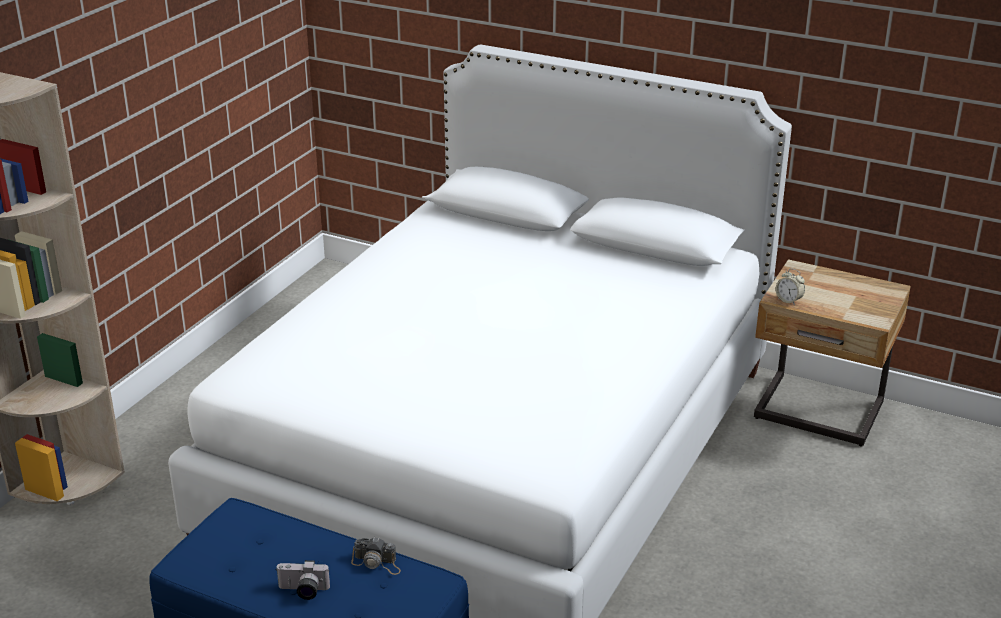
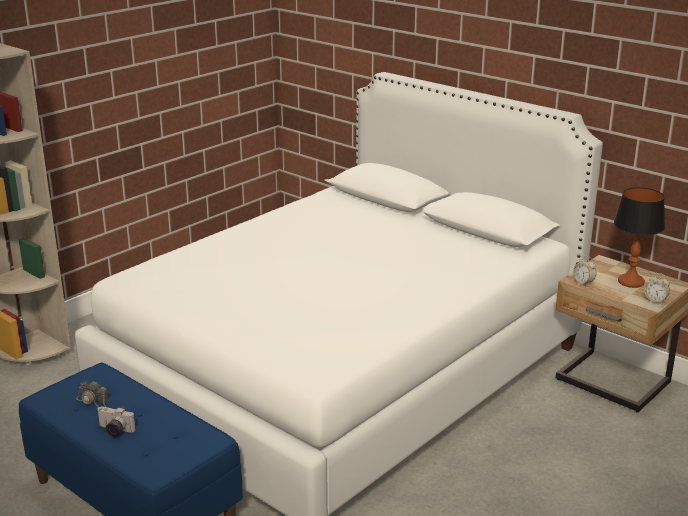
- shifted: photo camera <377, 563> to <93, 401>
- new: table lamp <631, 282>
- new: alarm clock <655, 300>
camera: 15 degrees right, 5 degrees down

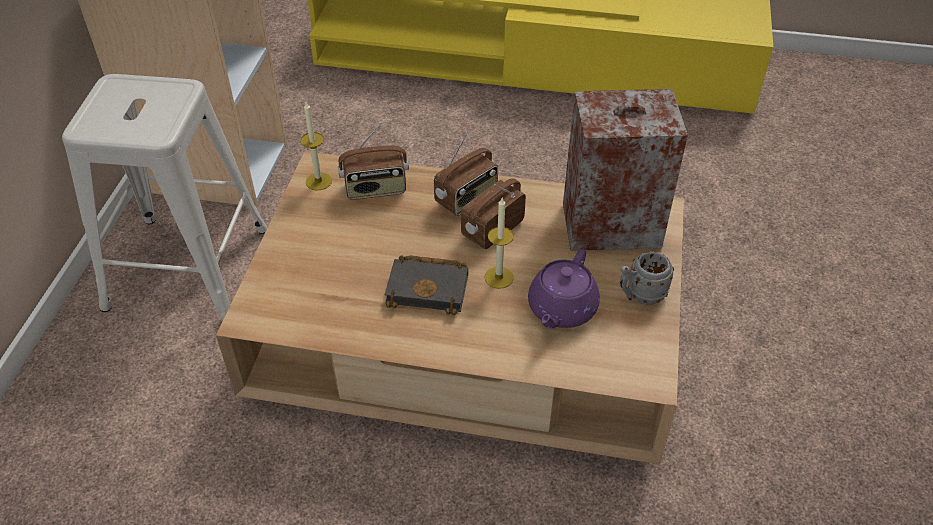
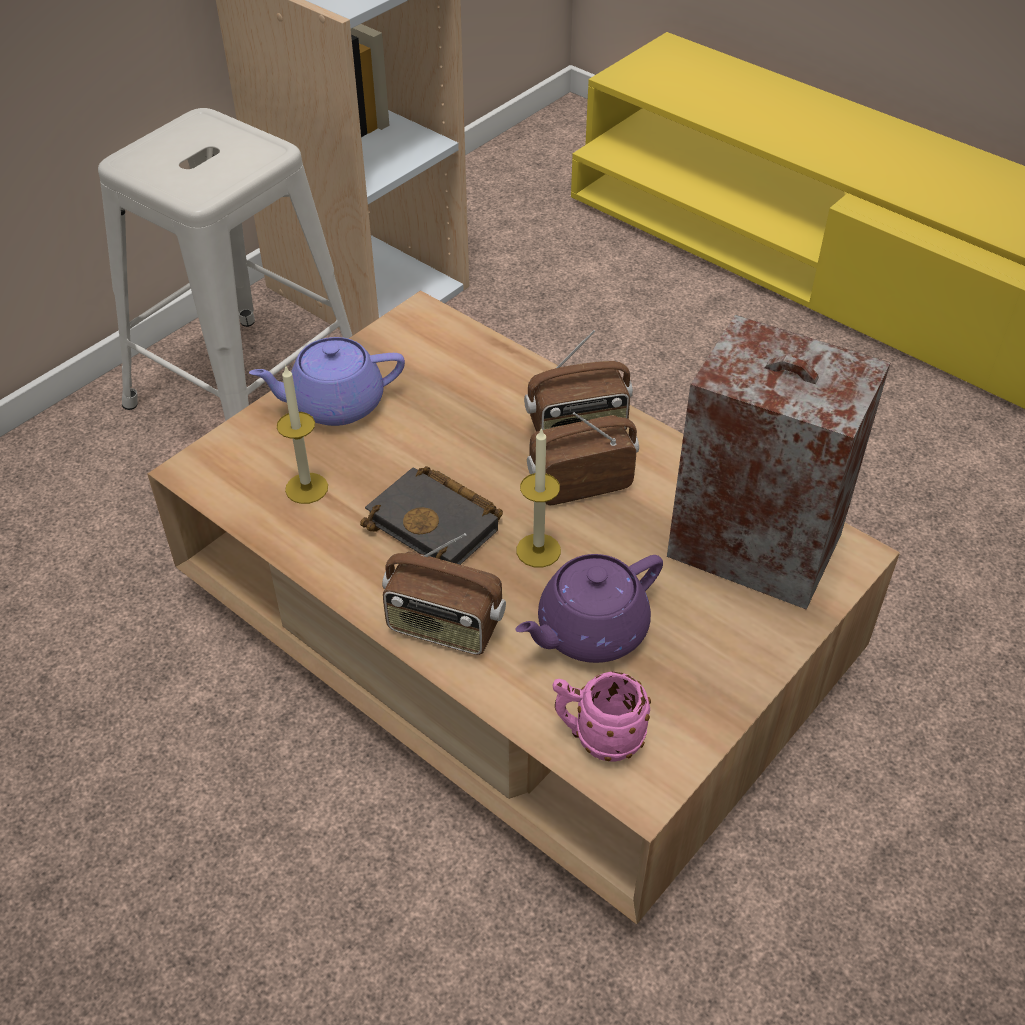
- new: purple teapot <334, 404>
- shifted: candle <318, 181> to <306, 488>
- shifted: radio <375, 189> to <444, 627>
- new: pink mug <597, 737>
- gone: grey mug <640, 295>
camera: 30 degrees right, 0 degrees up

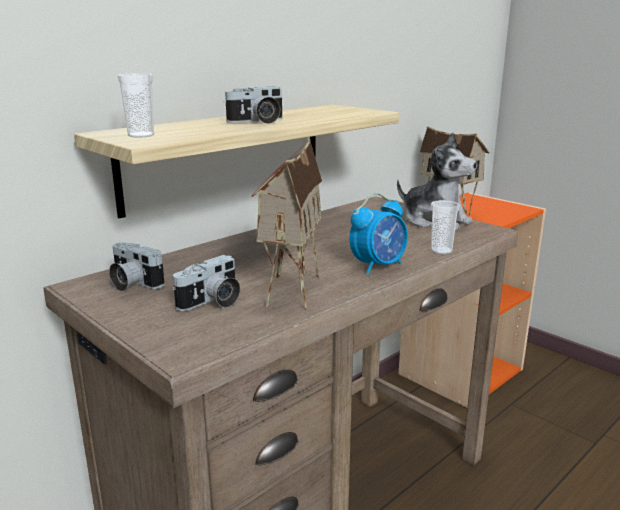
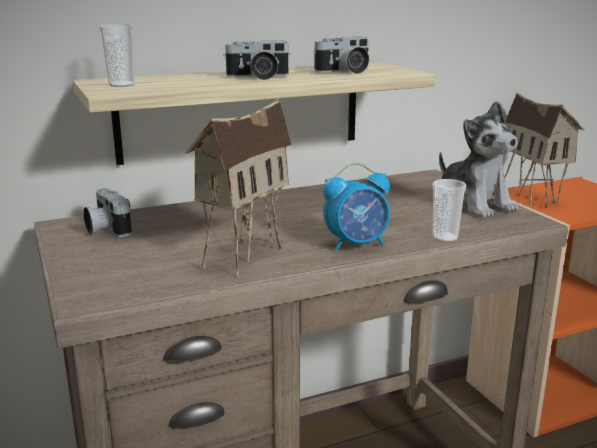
- shifted: photo camera <212, 302> to <345, 72>
camera: 20 degrees right, 0 degrees up

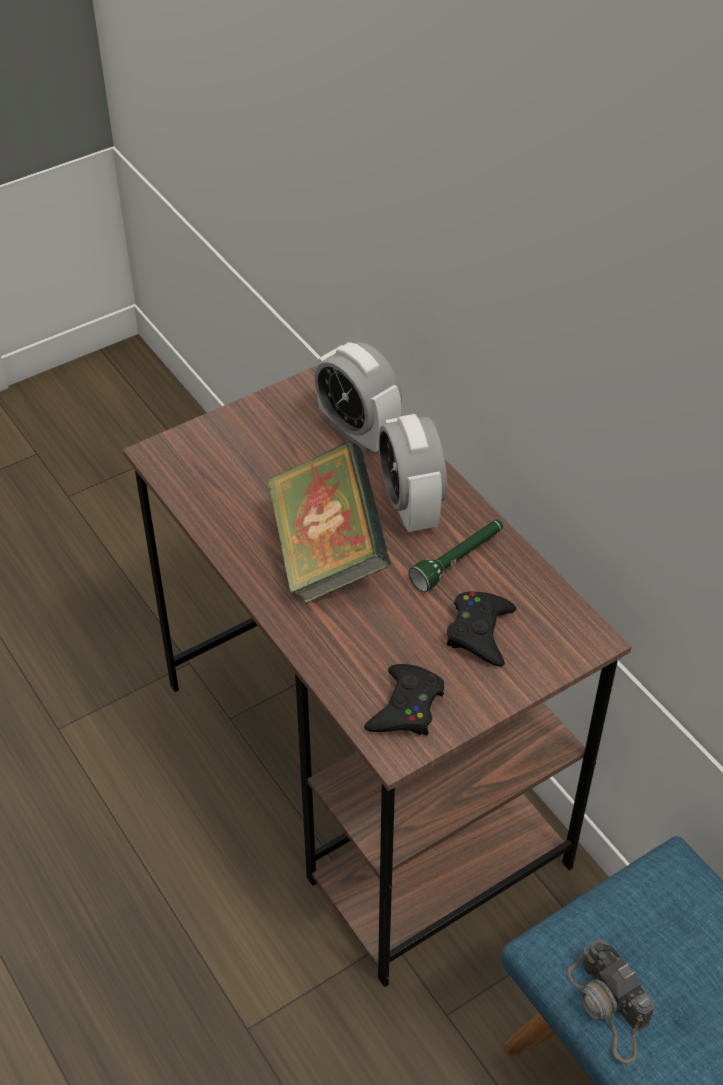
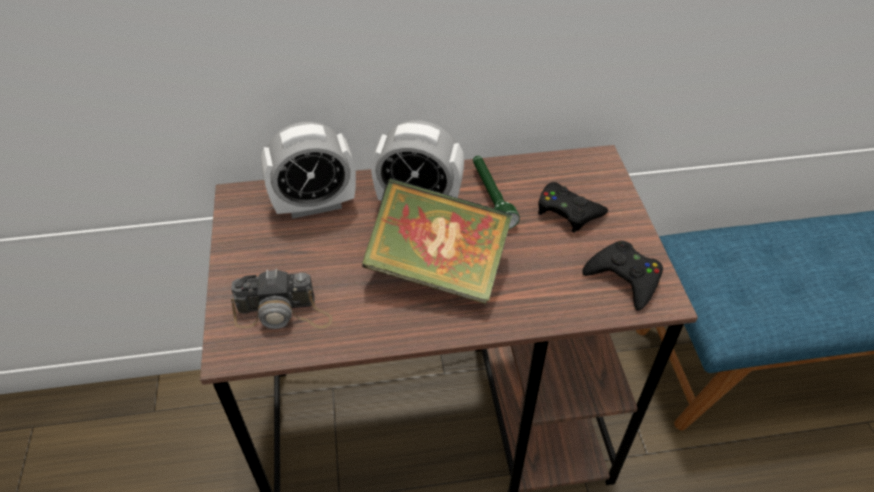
- shifted: photo camera <609, 1007> to <283, 313>
camera: 65 degrees left, 0 degrees up

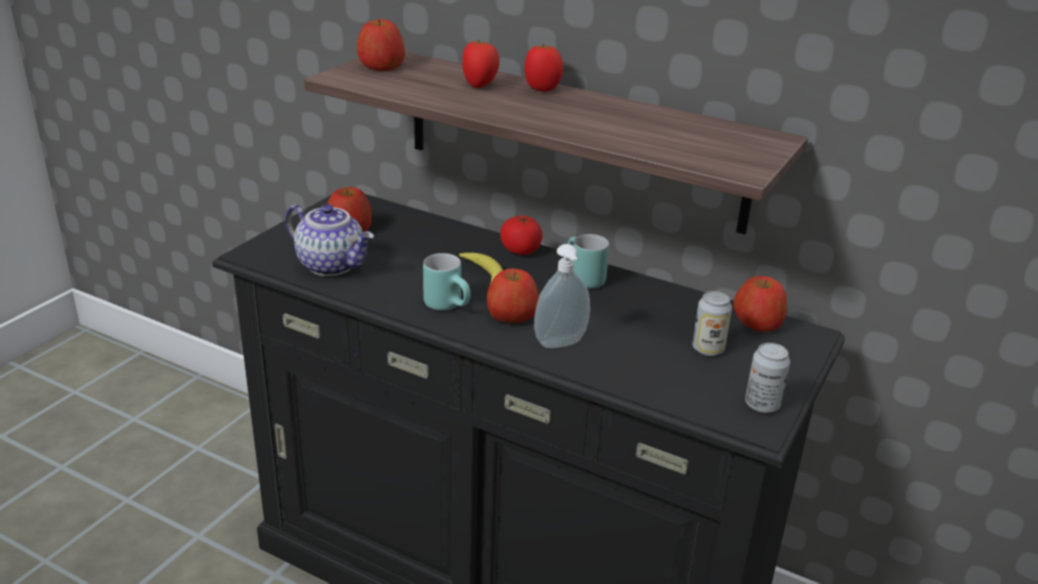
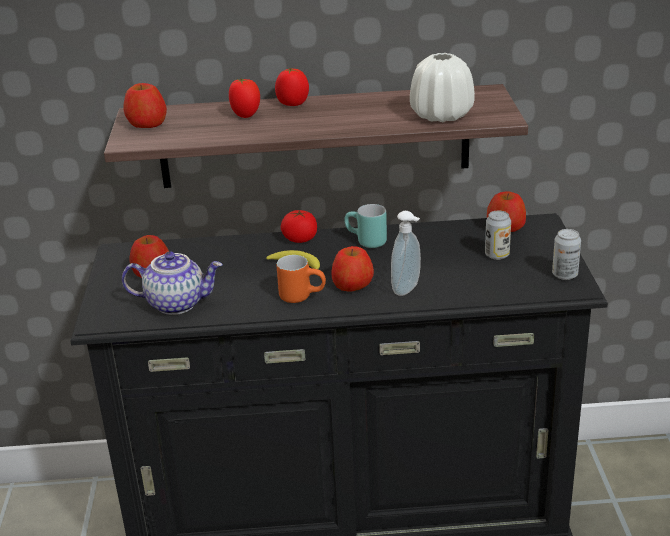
- repainted: turquoise mug <450, 306> to orange mug <302, 296>
- new: white vase <441, 115>
camera: 30 degrees left, 0 degrees up

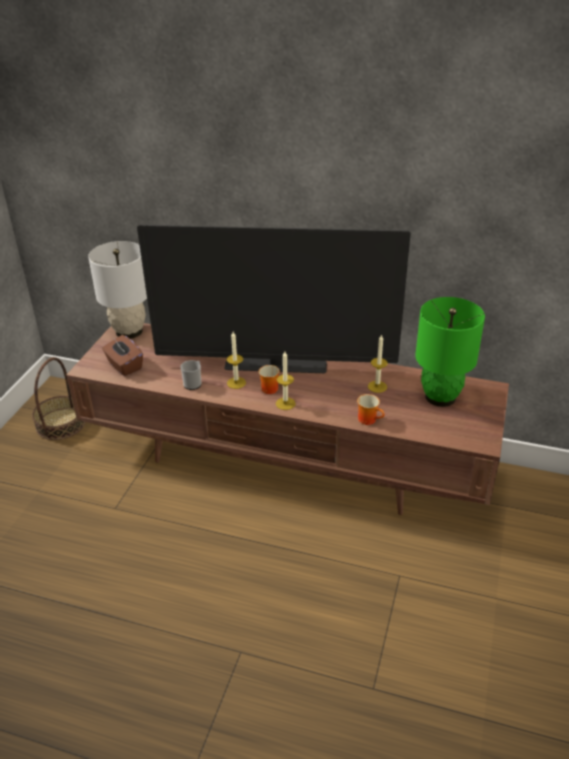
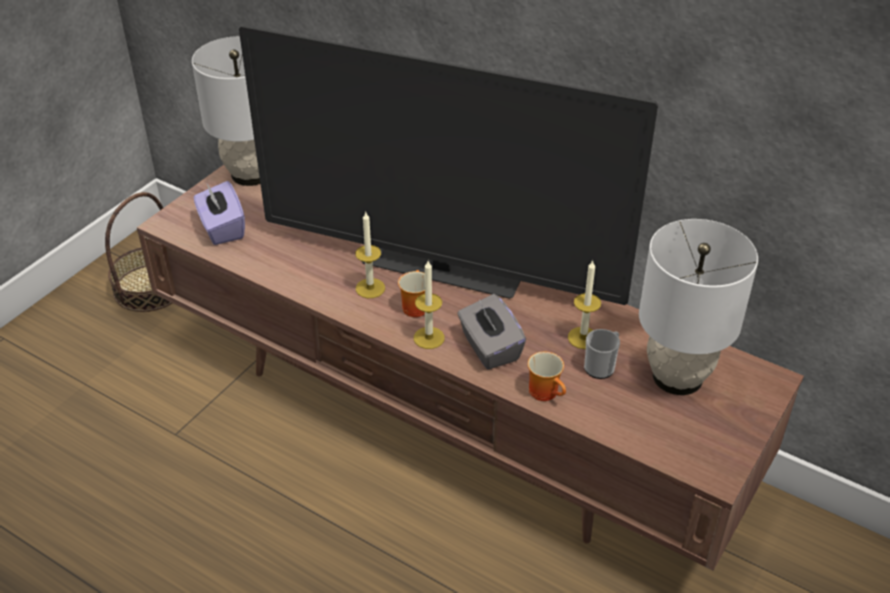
- repainted: brown tissue box <124, 365> to purple tissue box <222, 228>
- new: grey tissue box <489, 348>
- shifted: mug <193, 383> to <601, 366>
- repainted: green table lamp <440, 397> to white table lamp <678, 377>
camera: 15 degrees right, 5 degrees up

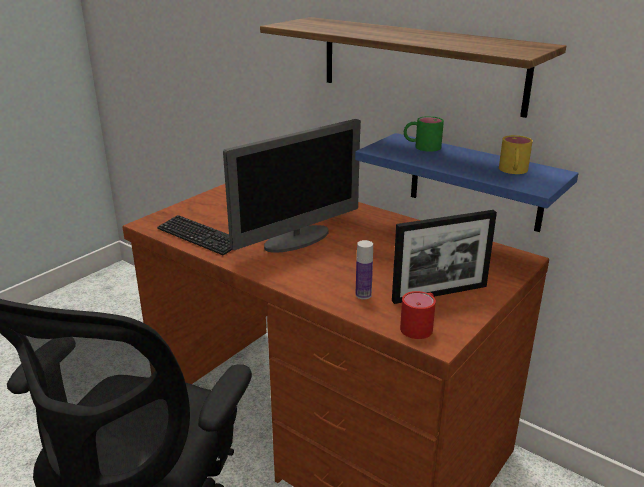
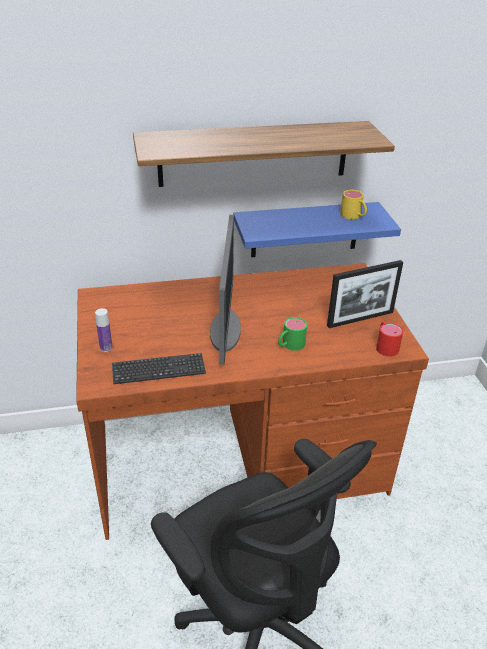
- shifted: bottle <363, 295> to <106, 348>
- shifted: green mug <421, 146> to <289, 345>
- rotated: picture frame <440, 293> = <360, 319> 45 degrees clockwise
camera: 50 degrees left, 10 degrees up

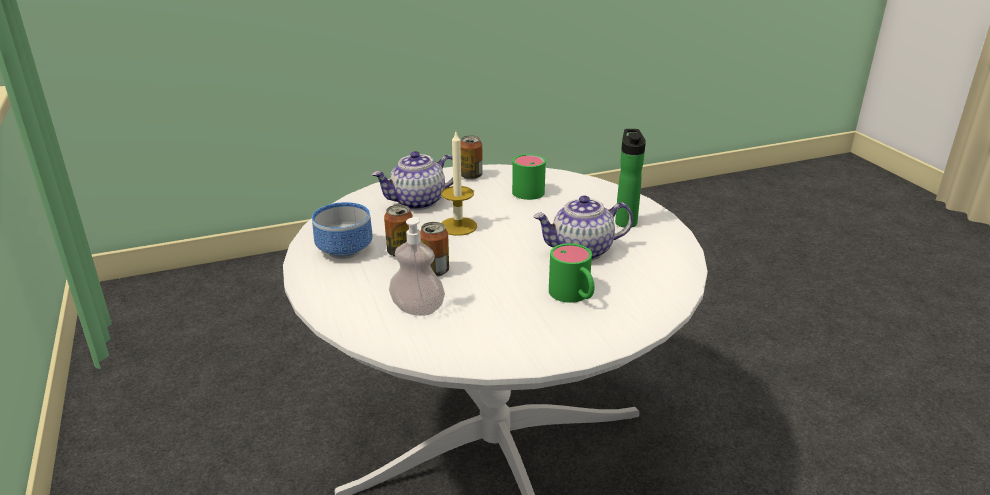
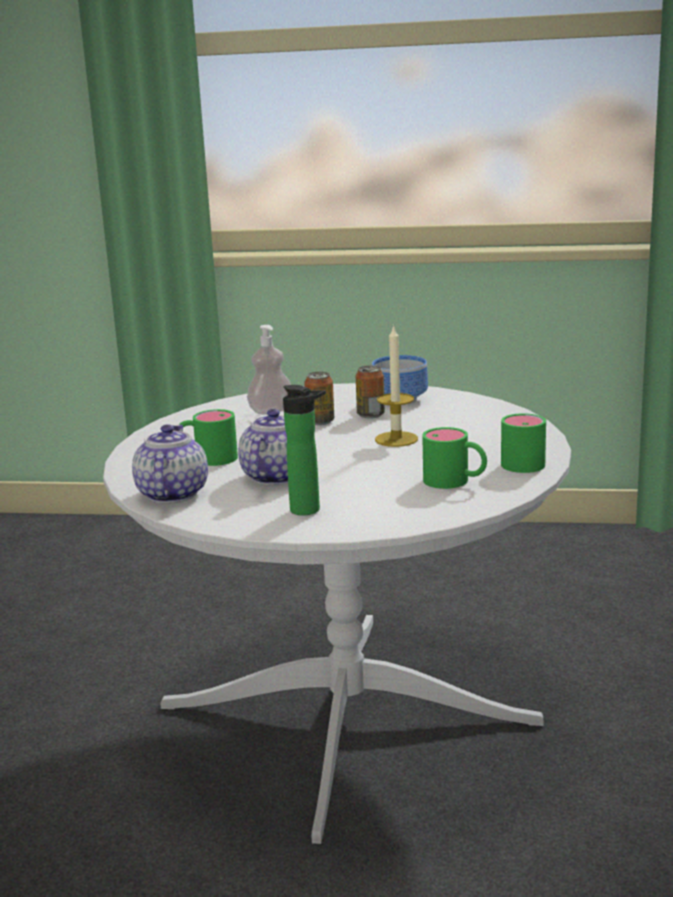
- shifted: teapot <418, 202> to <171, 494>
- swapped: can <471, 176> to green mug <526, 461>
camera: 120 degrees right, 10 degrees down

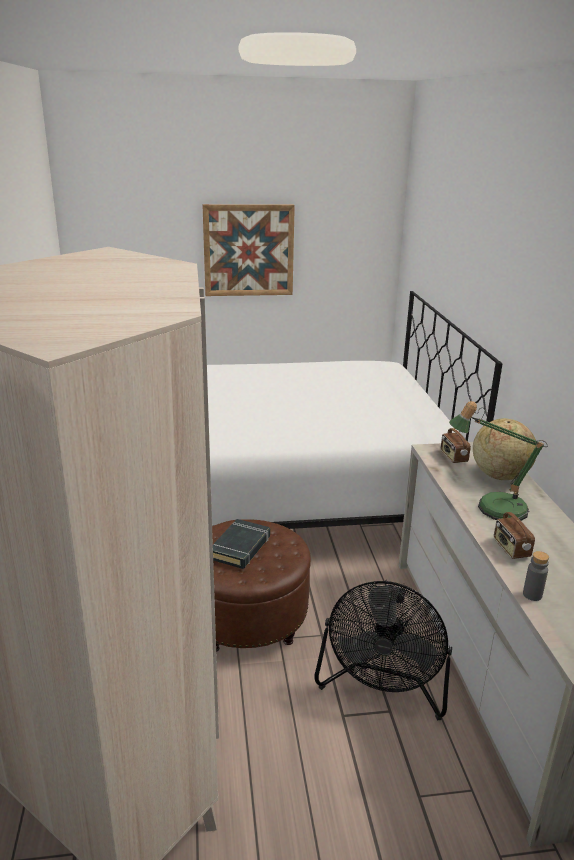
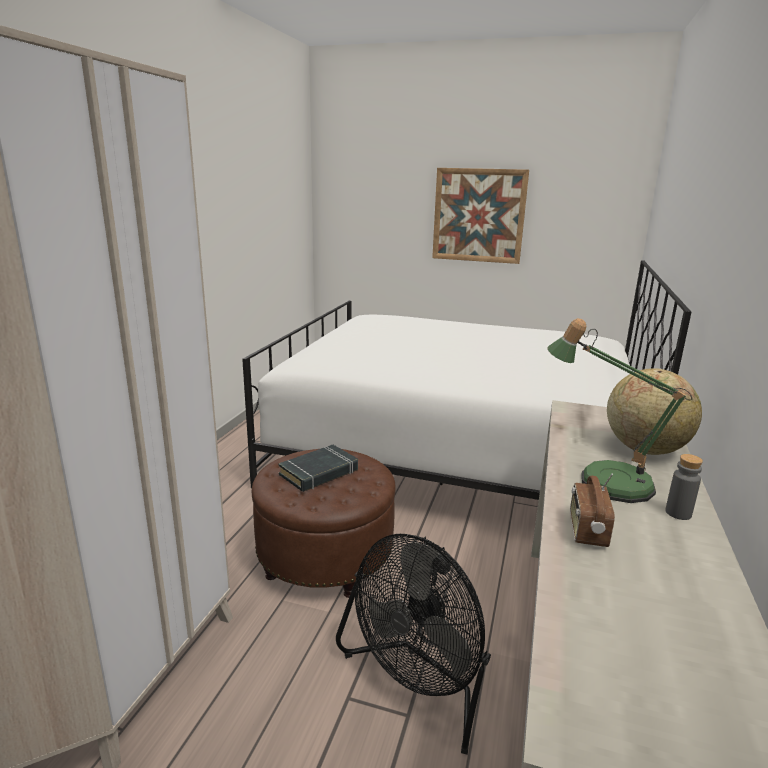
- shifted: grey bottle <532, 595> to <678, 513>
- gone: radio <453, 457>
camera: 25 degrees right, 5 degrees down

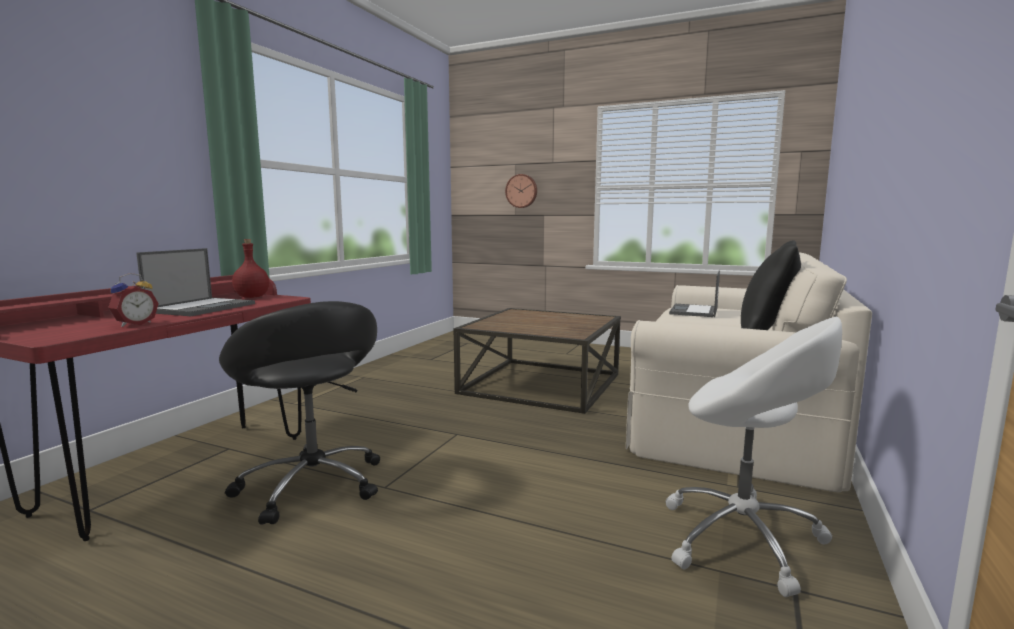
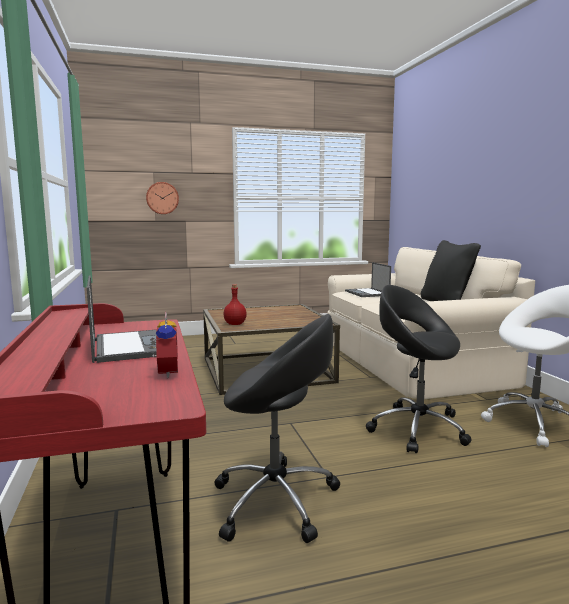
- shifted: red bottle <253, 297> to <235, 324>
- new: black office chair <416, 428>
camera: 40 degrees left, 0 degrees up

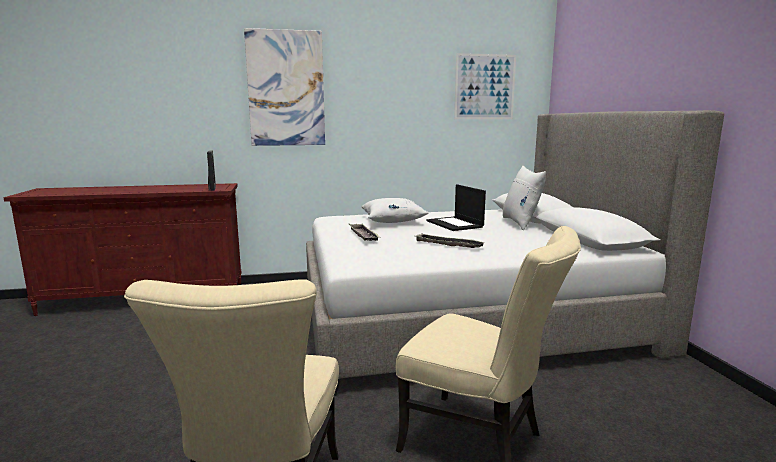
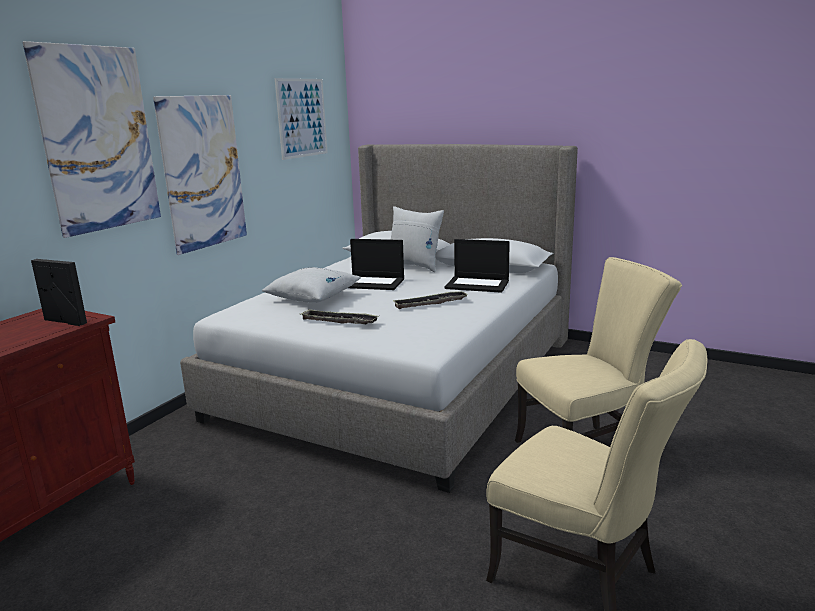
- new: picture <203, 172>
- new: laptop <478, 284>
camera: 50 degrees left, 5 degrees up

